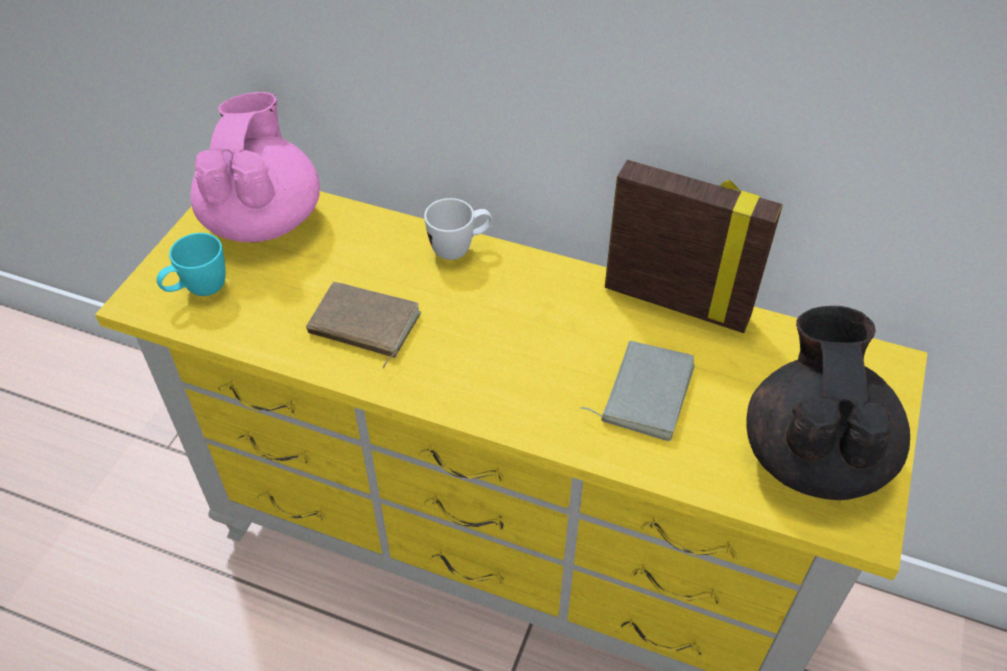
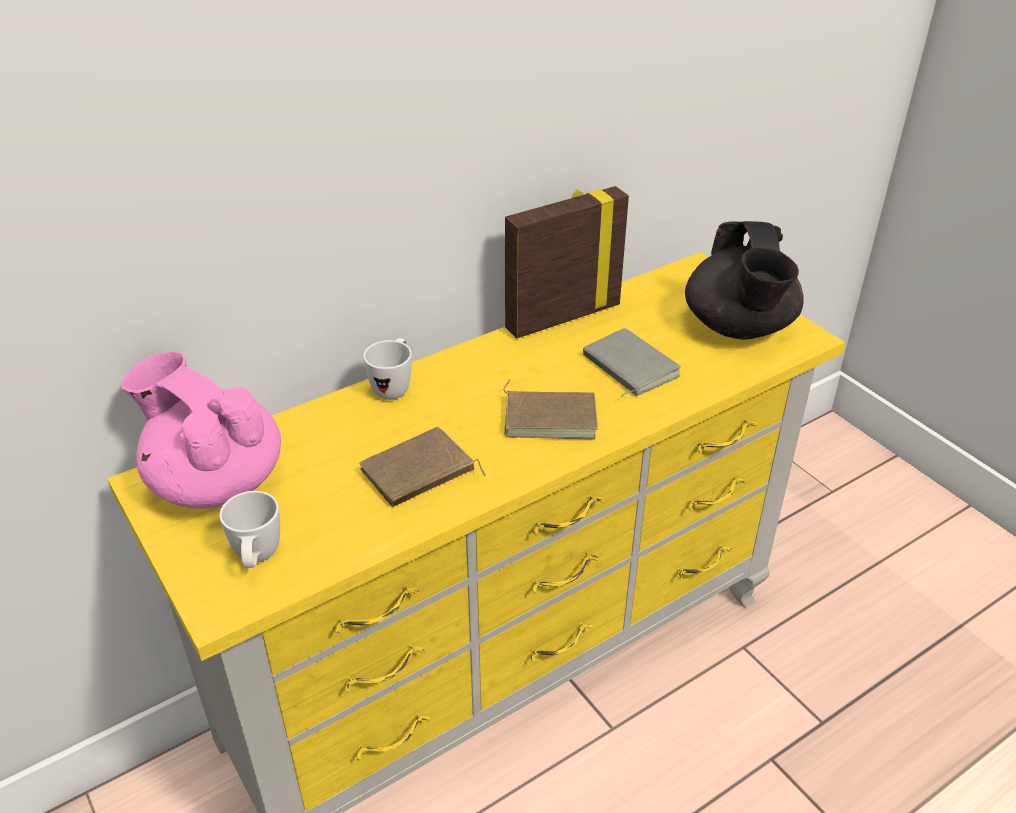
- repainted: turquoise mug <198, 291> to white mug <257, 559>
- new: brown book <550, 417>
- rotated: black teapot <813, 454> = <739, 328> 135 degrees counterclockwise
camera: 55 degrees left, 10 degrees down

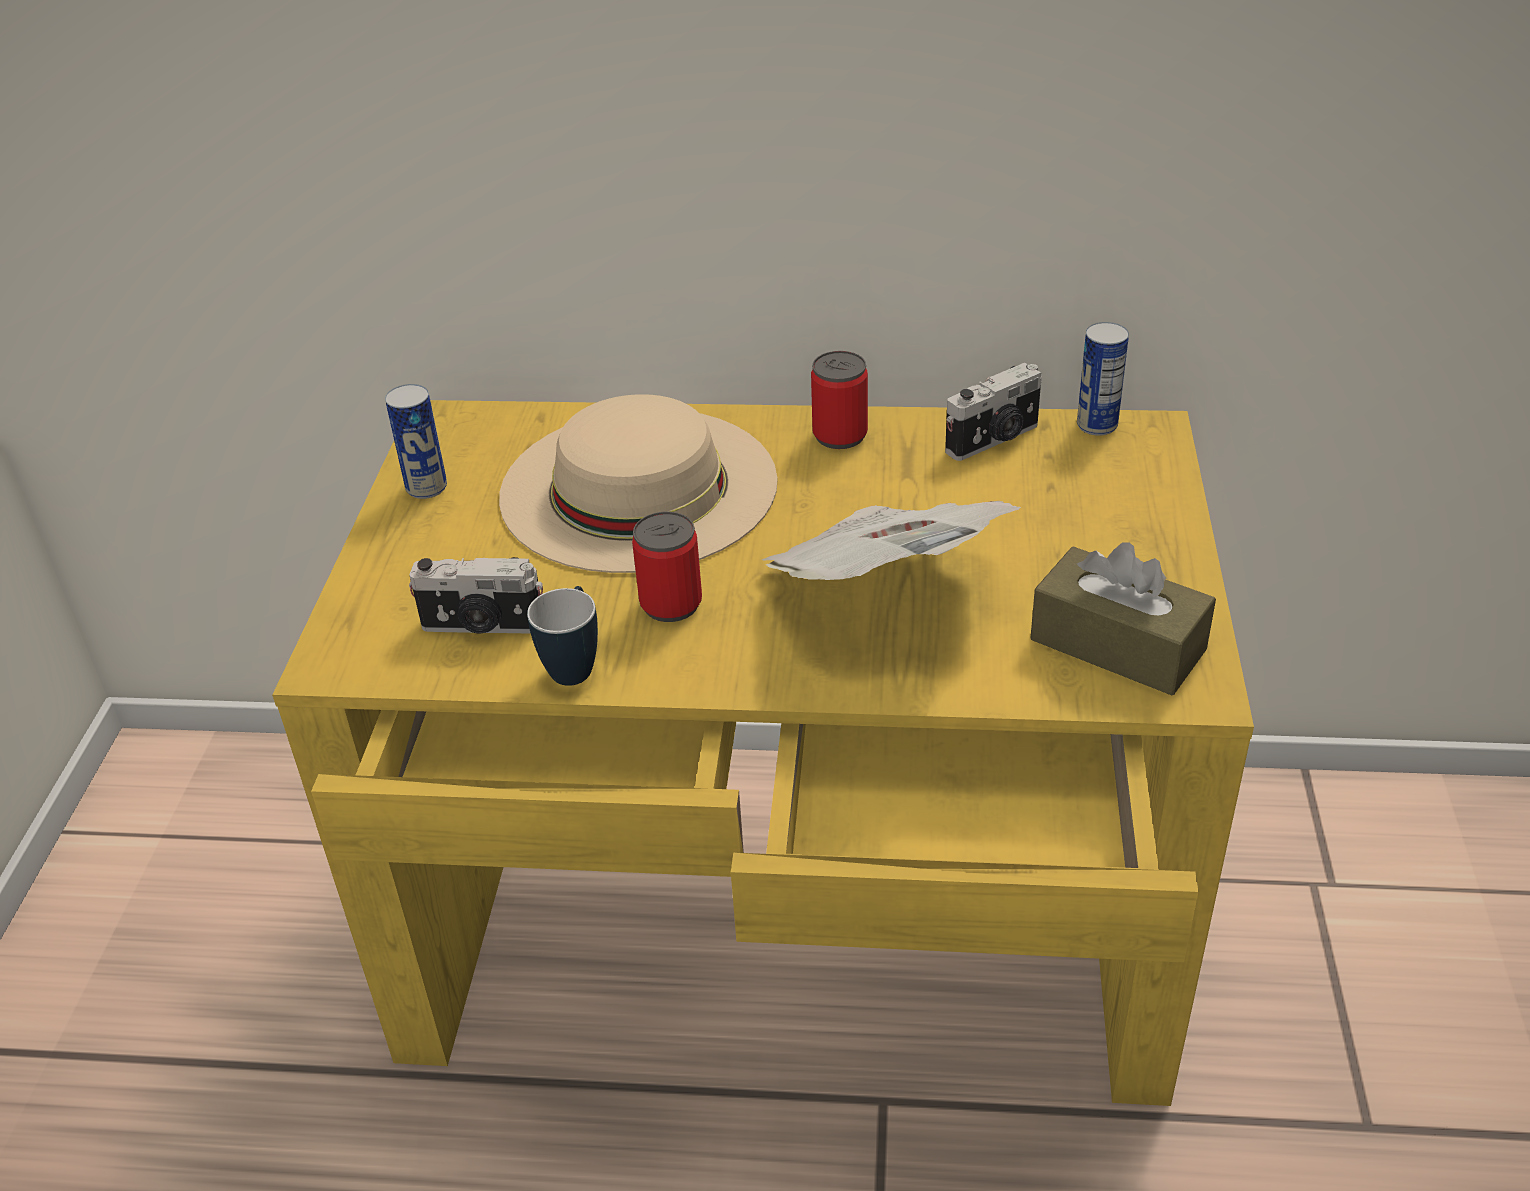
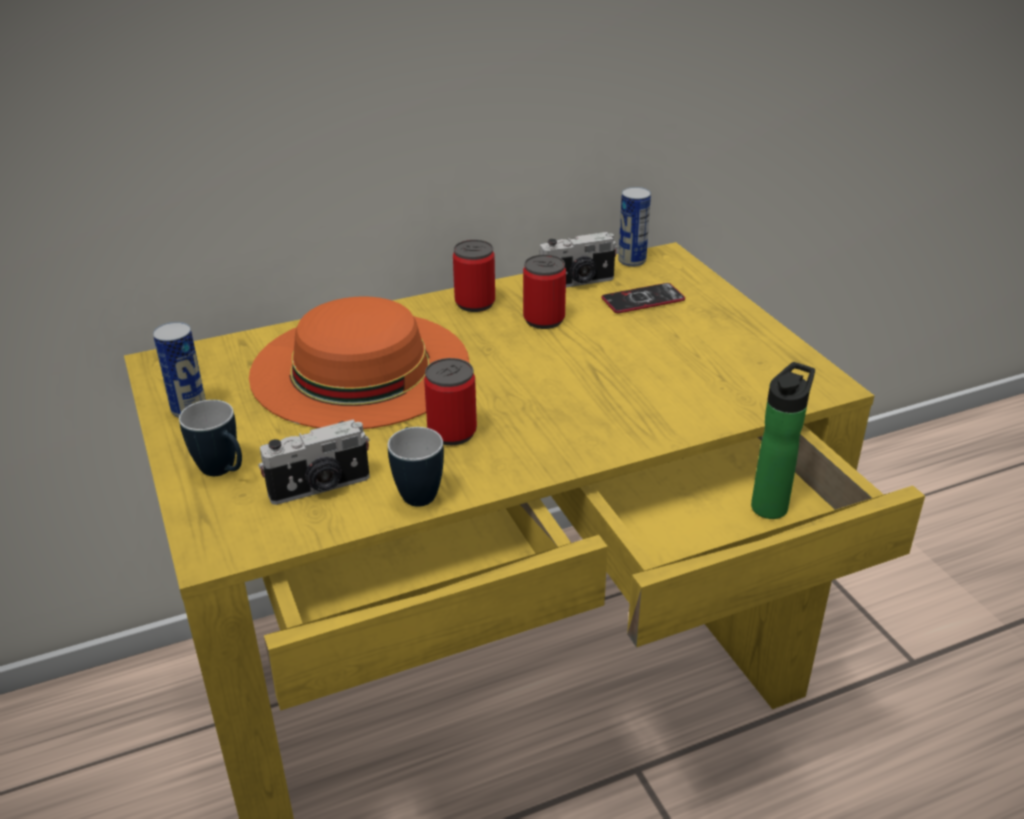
- new: mug <224, 472>
- repainted: beige hat <638, 487> to orange hat <360, 367>
- new: can <544, 319>
- rotated: photo camera <994, 440> = <577, 283> 45 degrees clockwise
- new: phone <643, 300>
- new: bottle <771, 504>
- gone: newspaper <885, 588>
- gone: brown tissue box <1117, 645>
camera: 30 degrees left, 5 degrees down

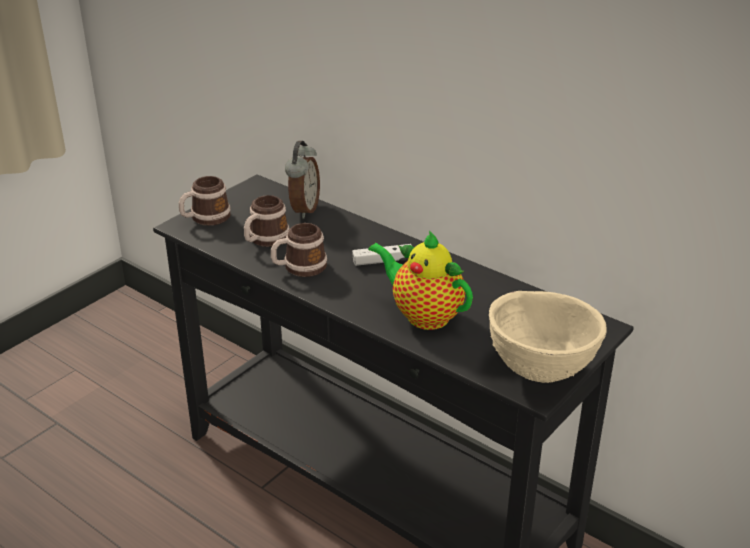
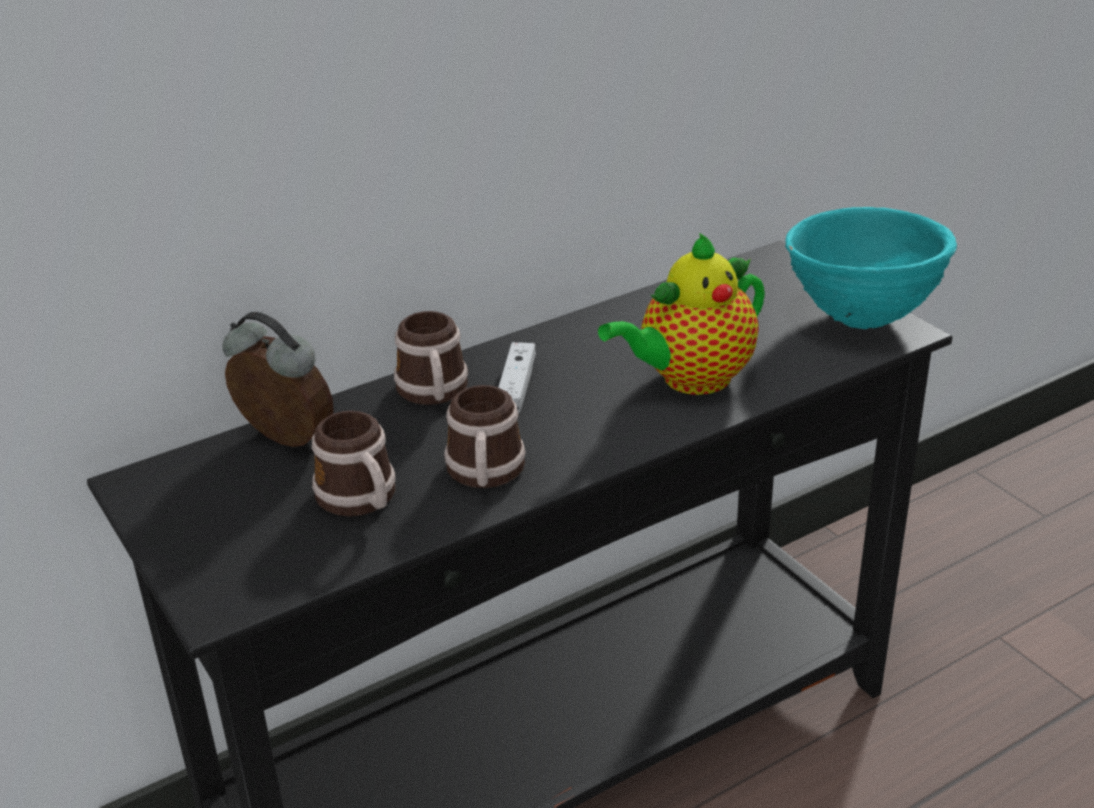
- shifted: mug <205, 218> to <434, 393>
- repainted: beige bowl <540, 372> to turquoise bowl <861, 318>
camera: 70 degrees left, 0 degrees up

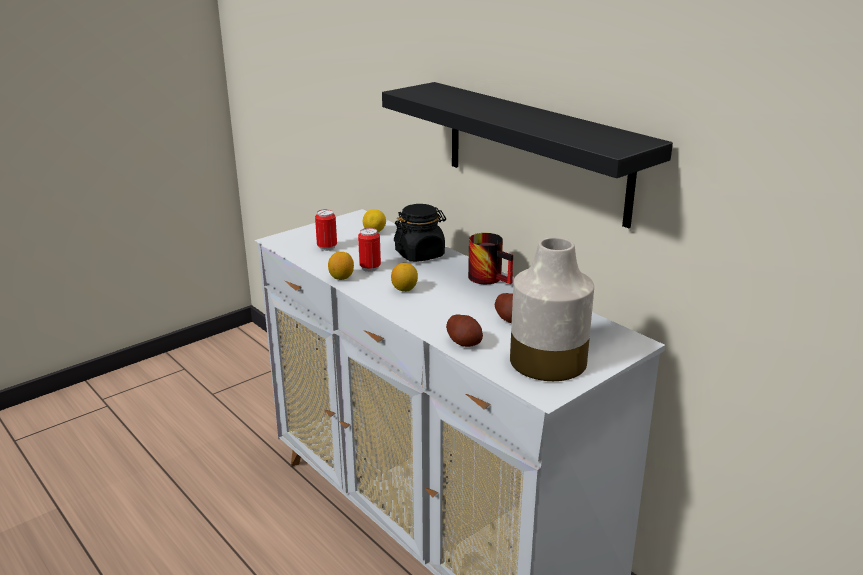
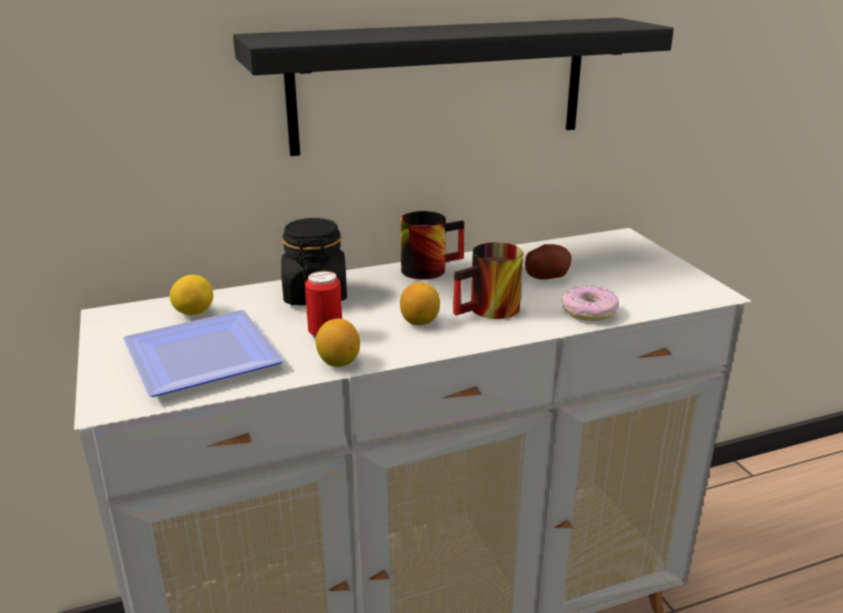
- swapped: can <327, 247> to plate <208, 358>
- new: mug <490, 311>
- swapped: potato <464, 342> to donut <589, 311>
- gone: beige vase <549, 360>
camera: 70 degrees left, 0 degrees up

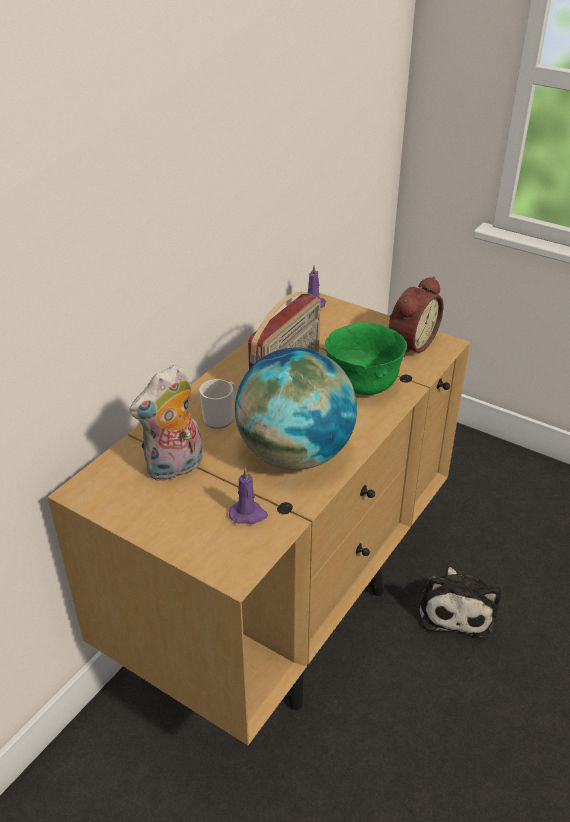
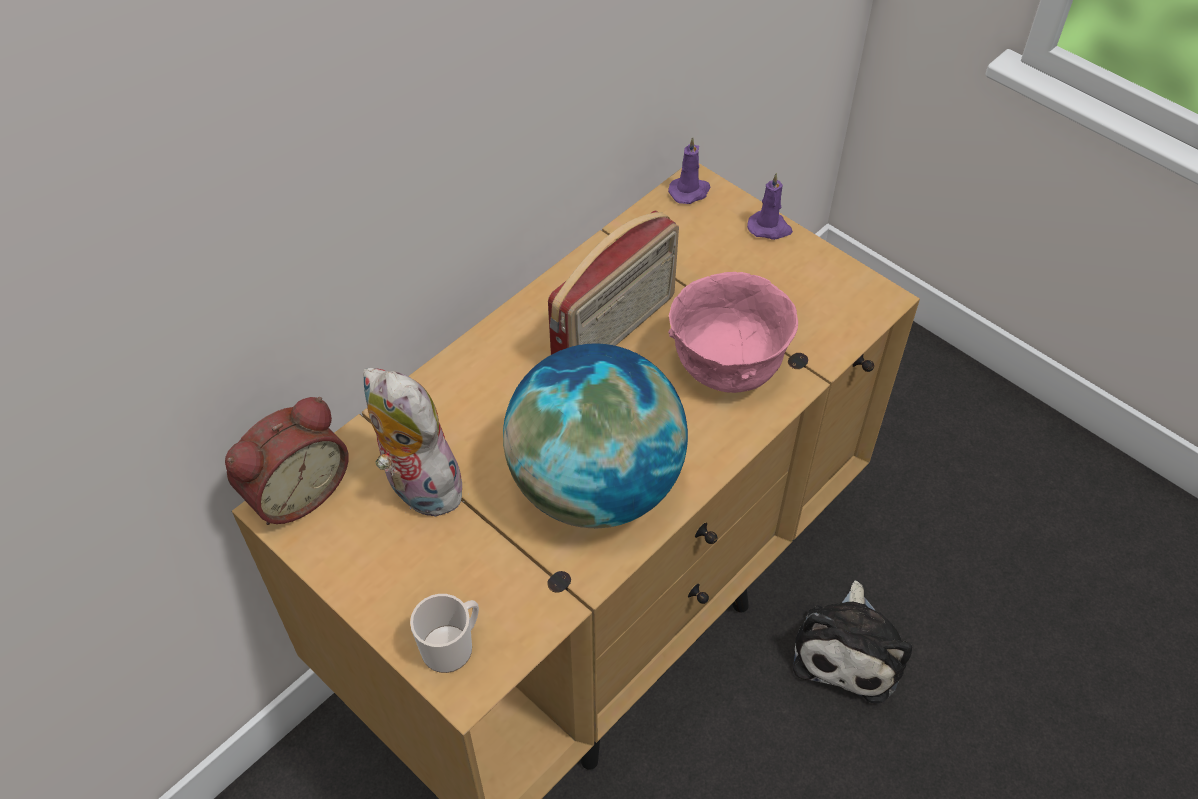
- shifted: alarm clock <409, 343> to <295, 490>
- rotated: plush toy <175, 468> = <417, 486> 75 degrees clockwise
- shifted: mug <221, 417> to <452, 646>
- repainted: green bowl <363, 386> to pink bowl <727, 368>
- shifted: purple candle <248, 514> to <770, 228>
camera: 10 degrees right, 15 degrees up

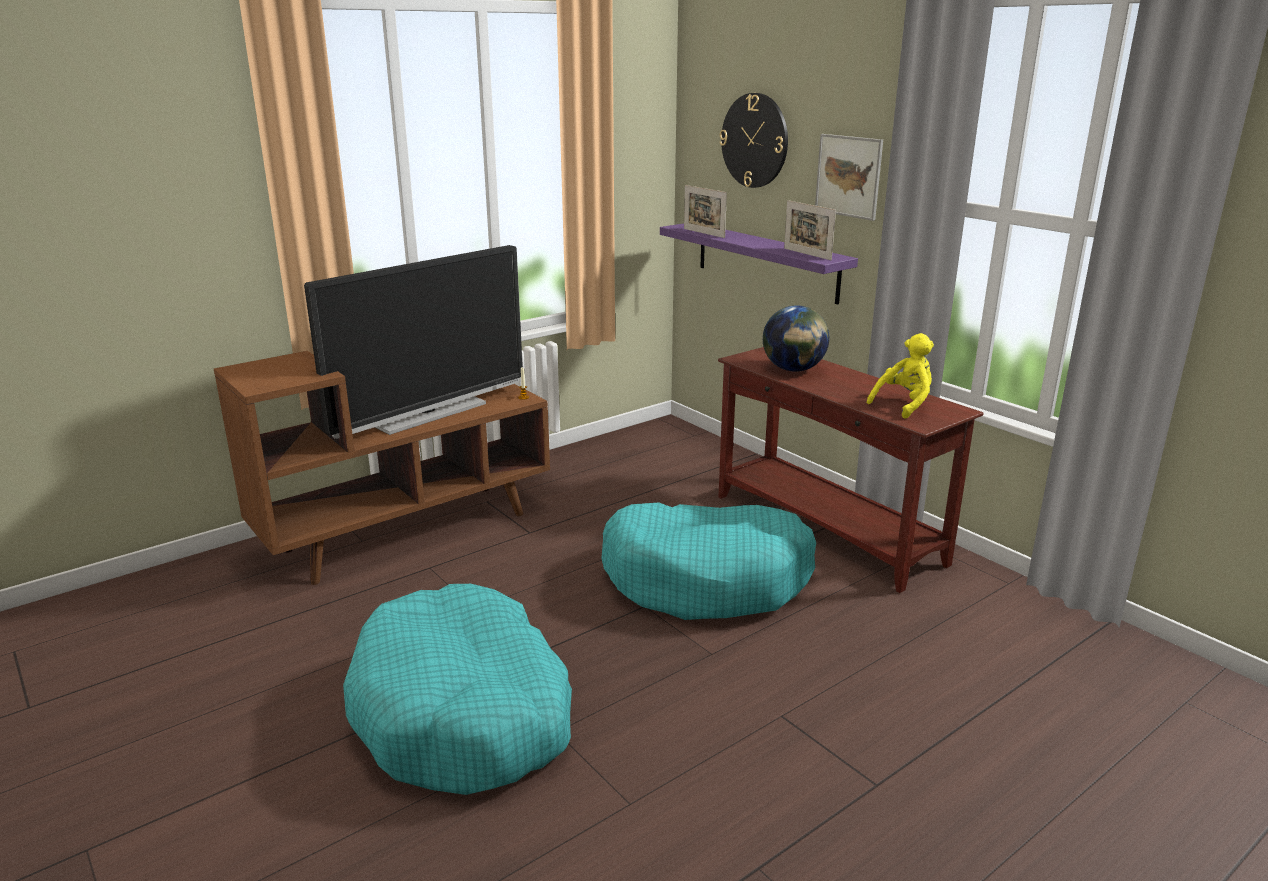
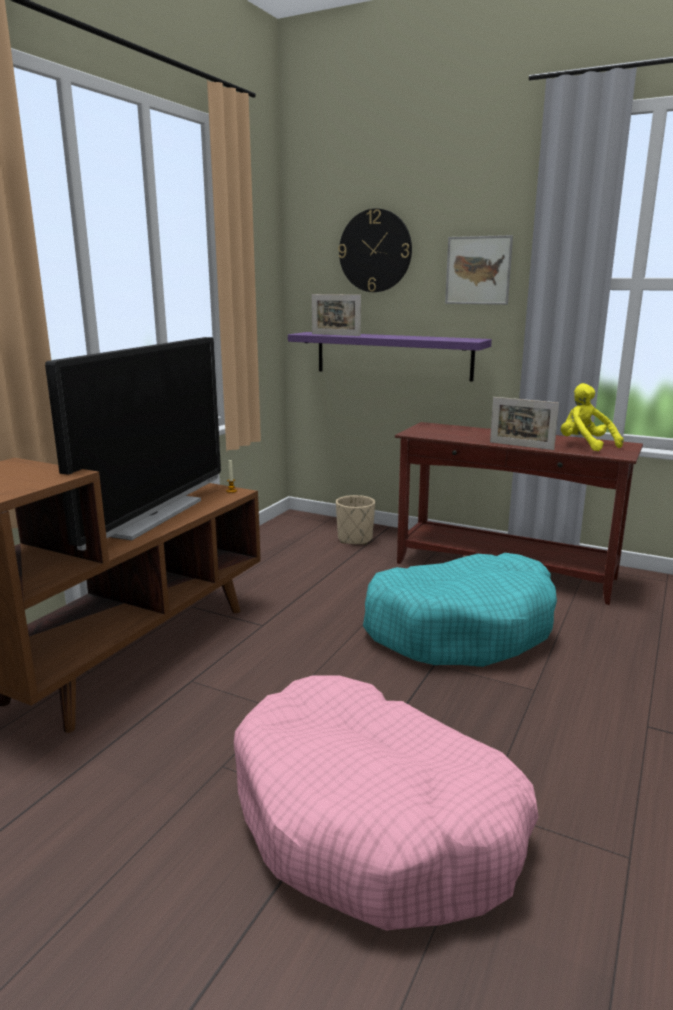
- repainted: turquoise dog bed <464, 712> to pink dog bed <375, 821>
- new: beige planter <355, 539>
- shifted: picture frame <807, 254> to <521, 446>
- rotated: yellow plush toy <904, 404> = <585, 445> 60 degrees counterclockwise
- gone: globe <793, 369>
camera: 25 degrees left, 5 degrees down

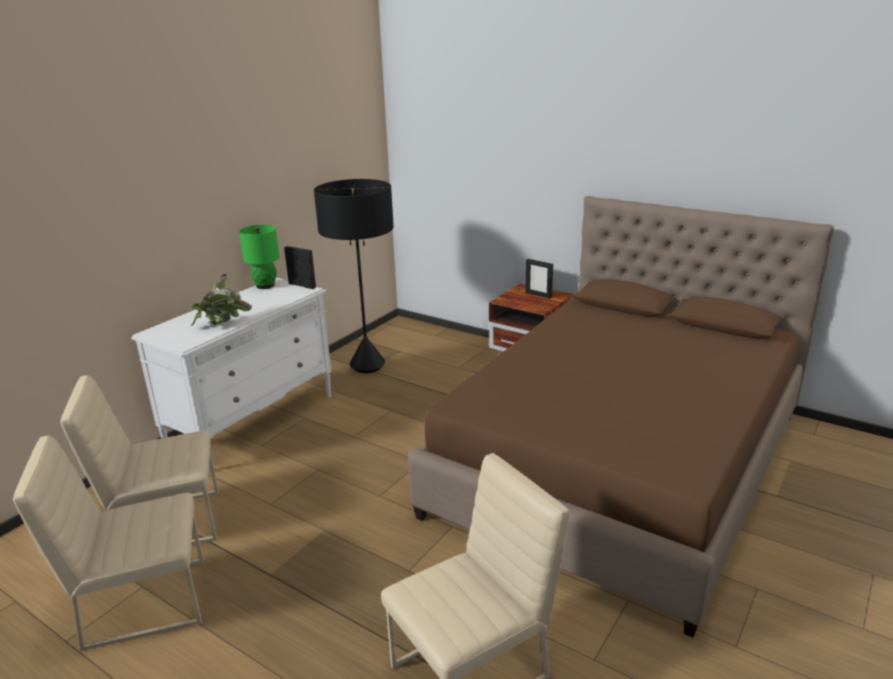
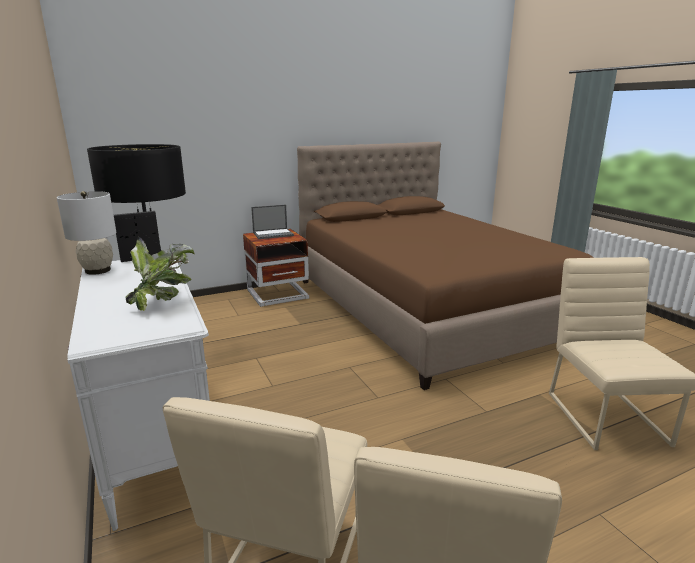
- repainted: green table lamp <265, 286> to white table lamp <98, 270>
- swapped: picture frame <538, 294> to laptop <273, 234>
camera: 60 degrees left, 5 degrees down

